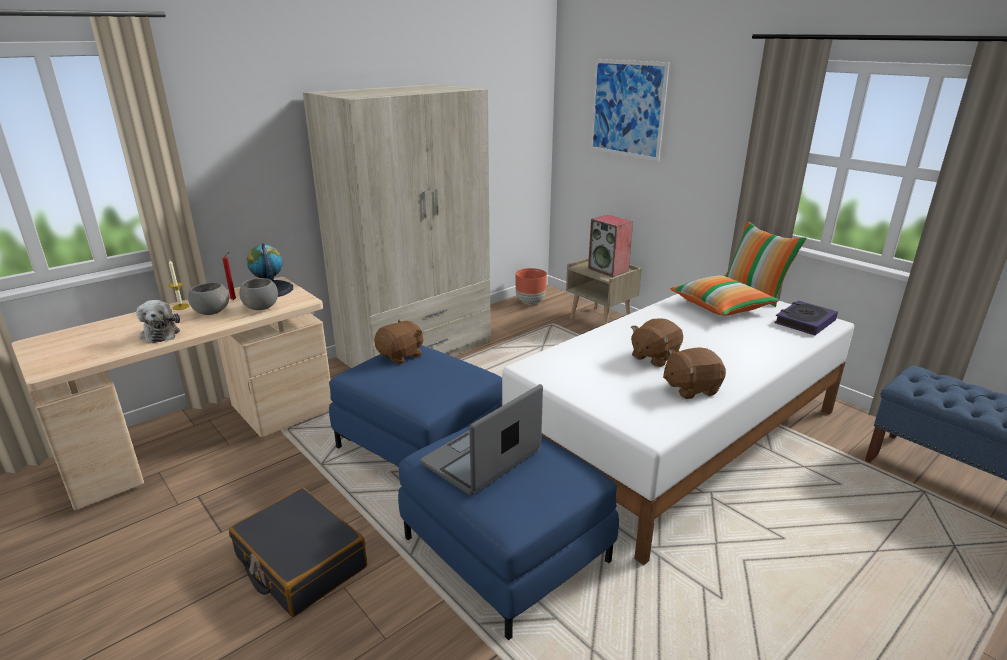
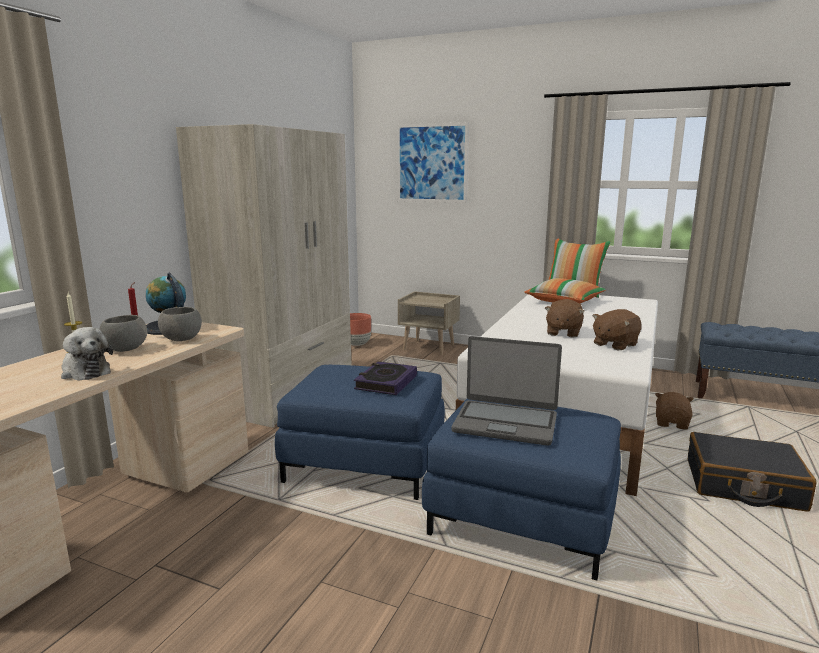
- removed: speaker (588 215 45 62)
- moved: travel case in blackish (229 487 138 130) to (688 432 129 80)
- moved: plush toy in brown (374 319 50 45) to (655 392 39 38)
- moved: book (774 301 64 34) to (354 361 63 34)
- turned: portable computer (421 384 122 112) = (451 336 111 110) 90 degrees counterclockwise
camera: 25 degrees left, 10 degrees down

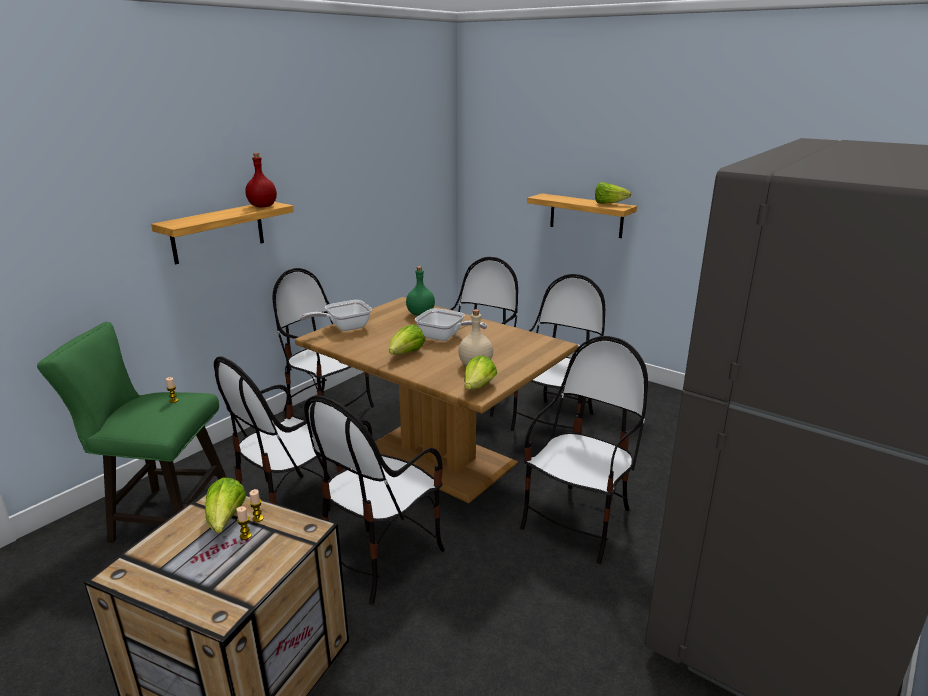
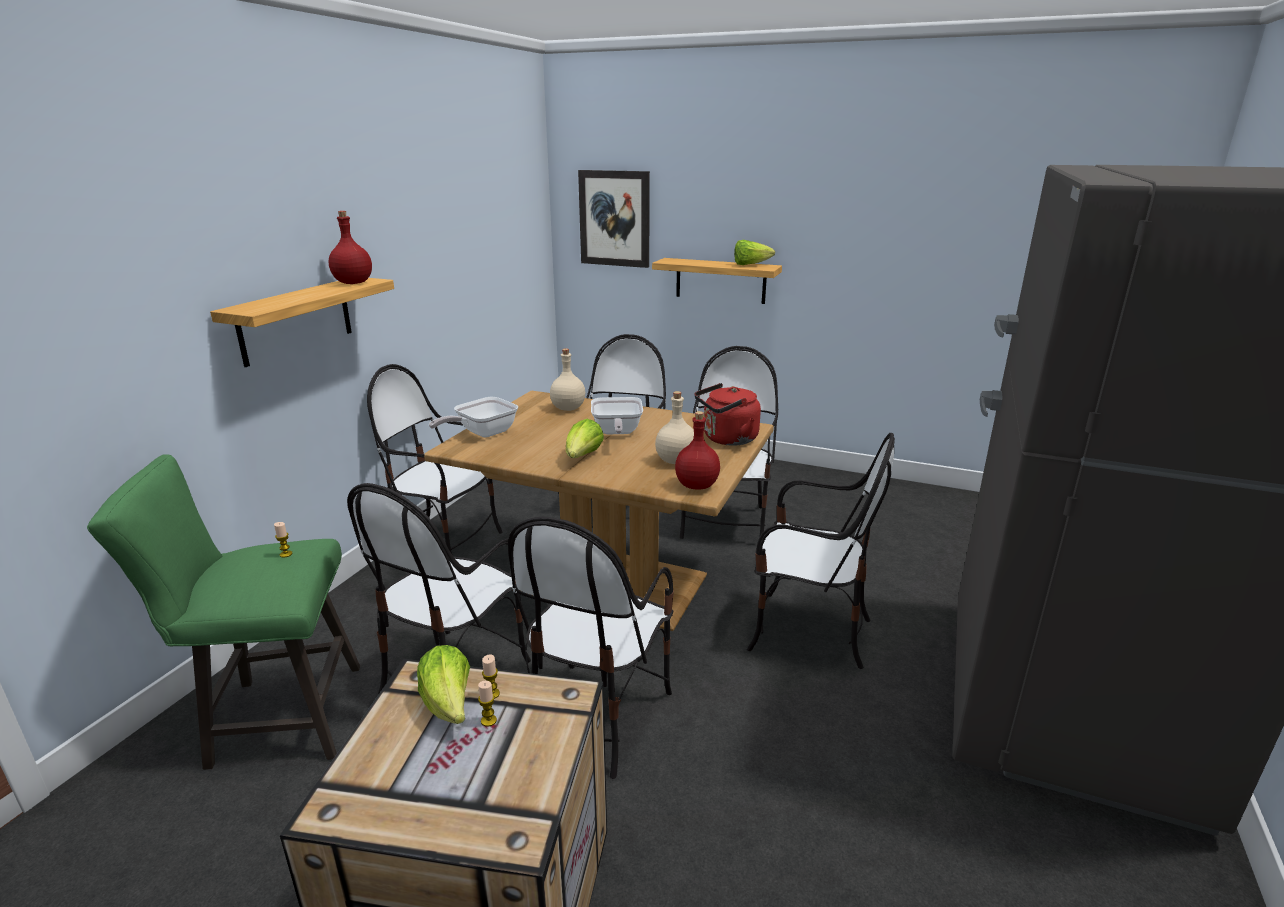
- added: picture (578 170 72 98)
- added: water kettle in red (694 383 67 63)
- replaced: head of lettuce (464 355 33 35) to drink bottle in red (675 411 45 78)
- recoloured: drink bottle in green (406 266 29 50) to drink bottle in sand-coloured (550 348 35 63)
- turned: frying pan (415 308 72 33) = (591 397 52 37) 75 degrees clockwise
- turned: chair (520 336 128 228) = (747 433 148 236) 90 degrees clockwise
camera: 15 degrees left, 0 degrees up

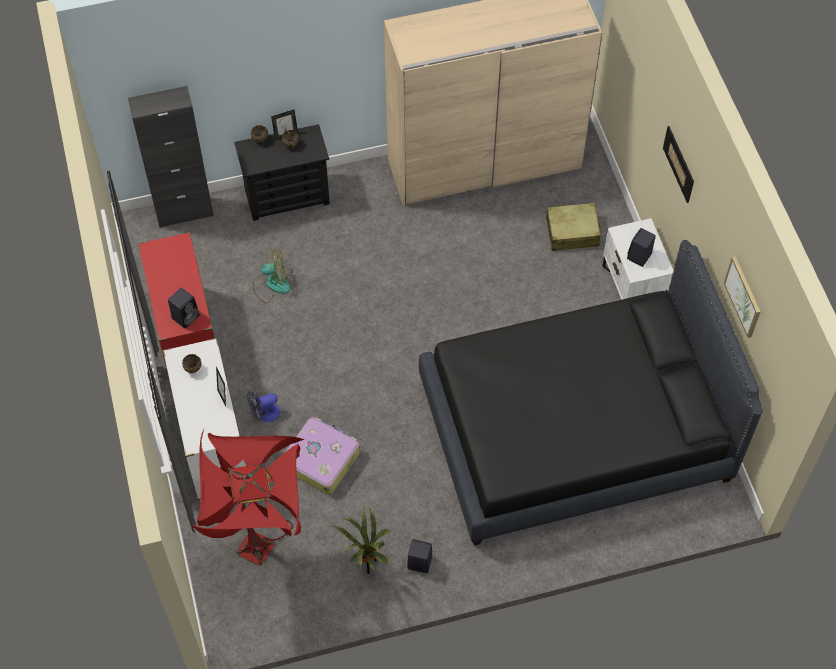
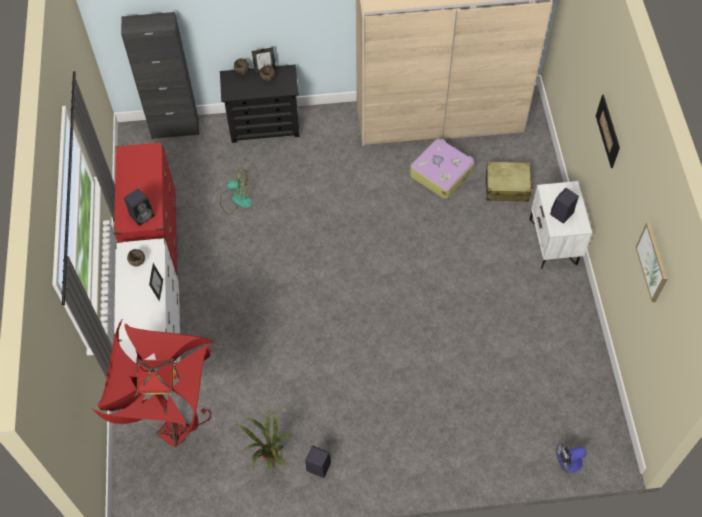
- removed: bed in blackish (419 240 344 305)
- moved: electric fan (247 391 33 31) to (556 443 30 30)
- moved: travel case (285 417 75 78) to (410 139 65 60)
camera: 10 degrees right, 0 degrees up

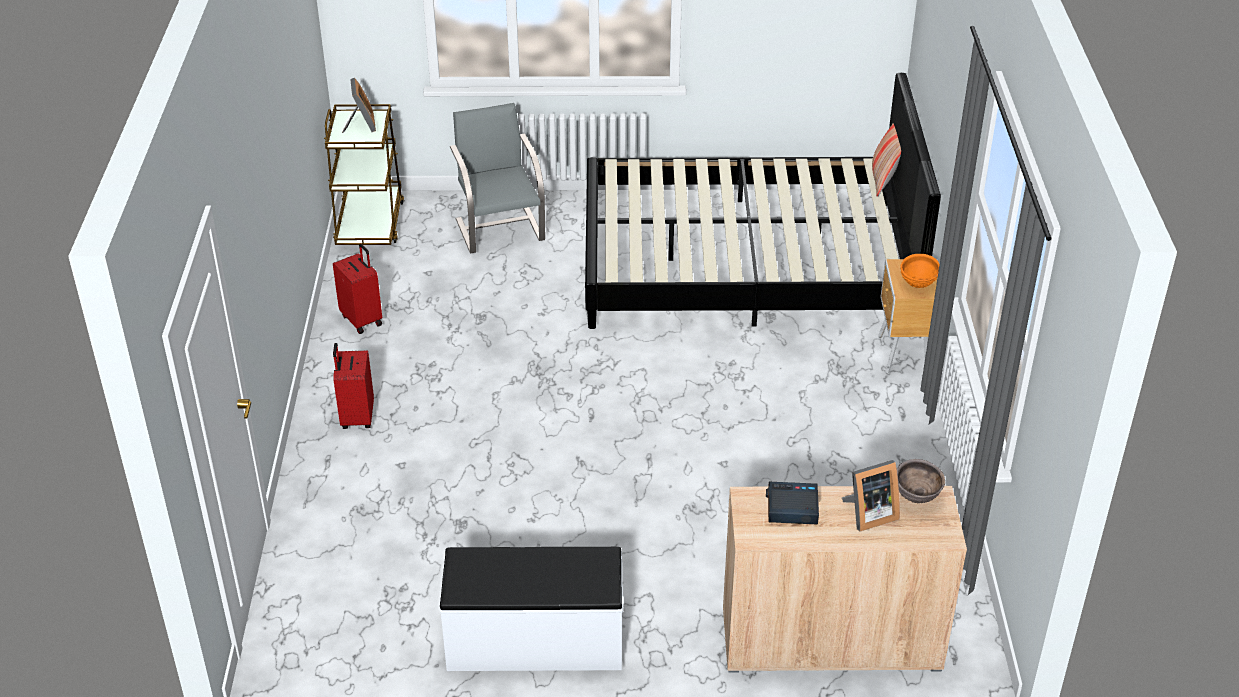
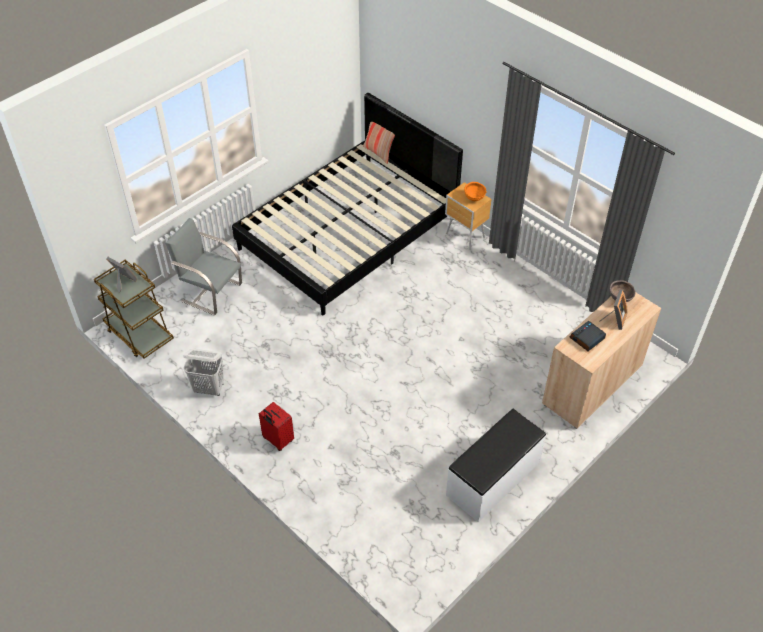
- replaced: travel case in red (333 244 49 90) to laundry basket in white-coloured (183 349 41 47)
camera: 45 degrees left, 10 degrees up

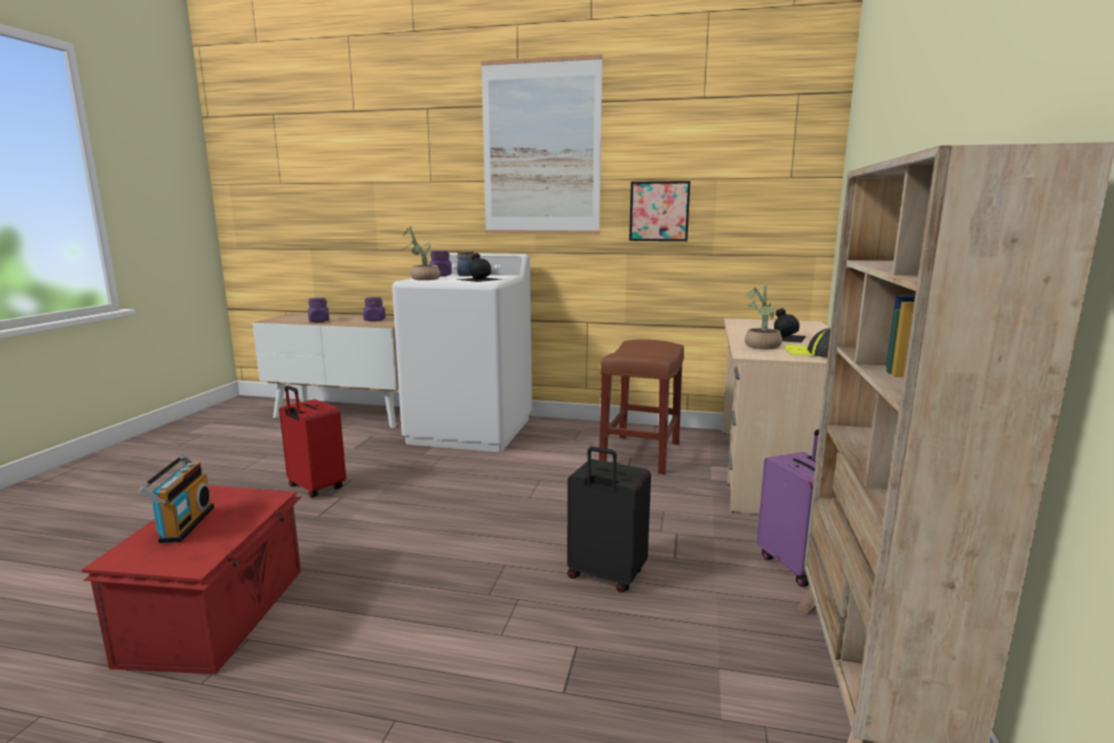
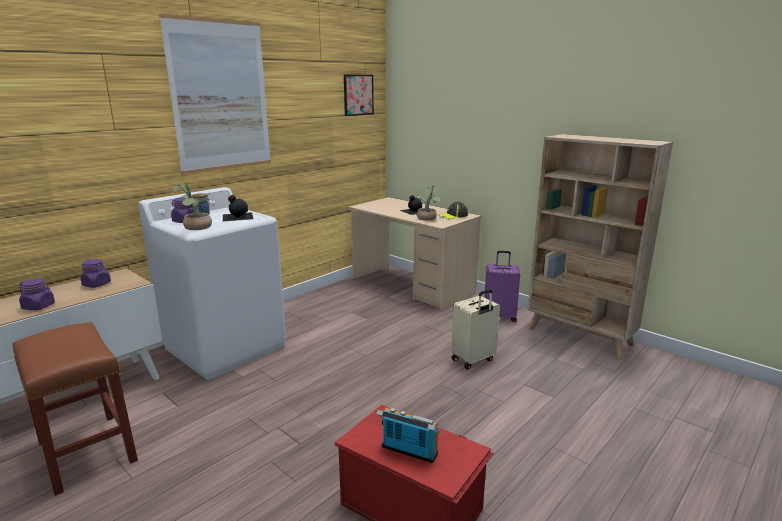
- removed: travel case in red (279 385 67 113)
- moved: stool in brown (599 339 85 135) to (13 322 125 174)
- moved: picture (629 181 61 60) to (344 74 30 42)
- recoloured: travel case in blackish (567 446 84 146) to travel case in sand-coloured (451 289 49 80)
camera: 60 degrees left, 5 degrees up

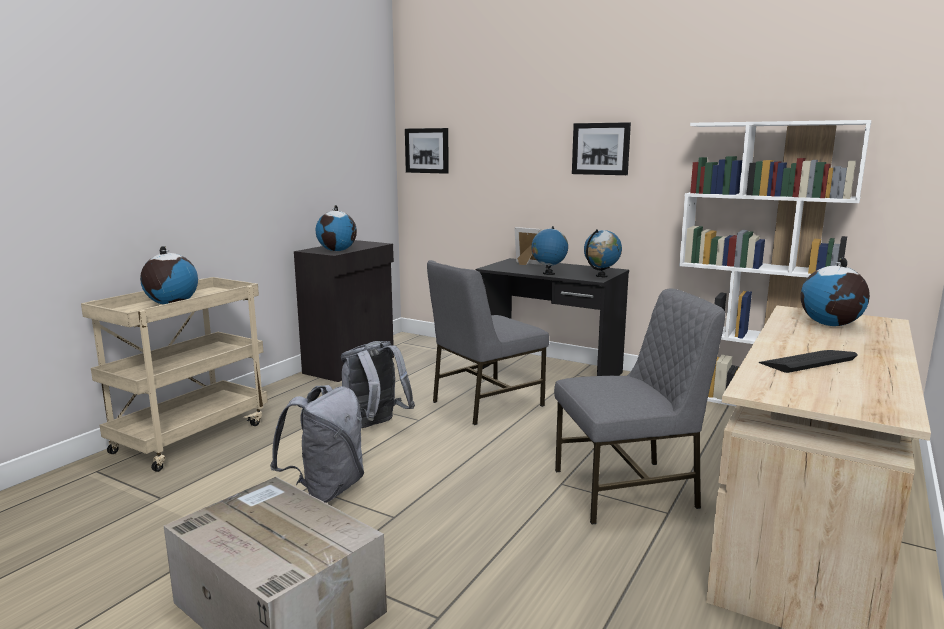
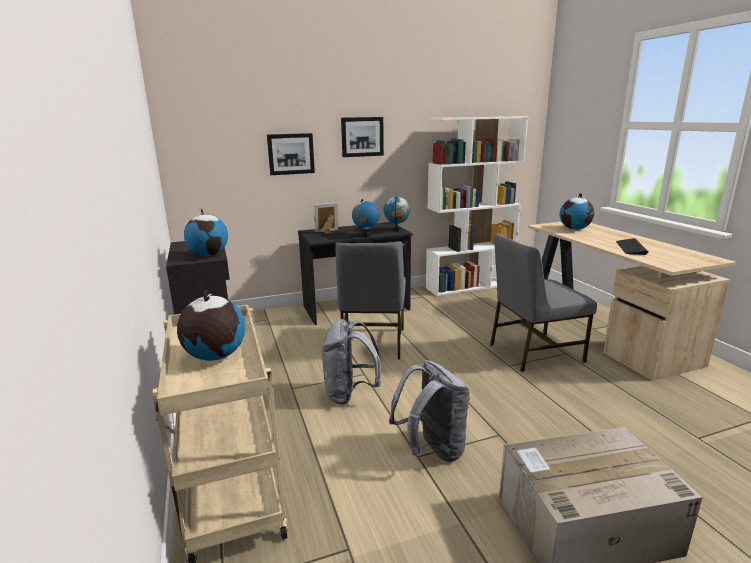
- moved: picture (405 128 44 46) to (267 133 48 42)
- turned: chair in grey (554 289 171 236) = (490 233 107 139) 135 degrees counterclockwise
camera: 50 degrees left, 5 degrees up

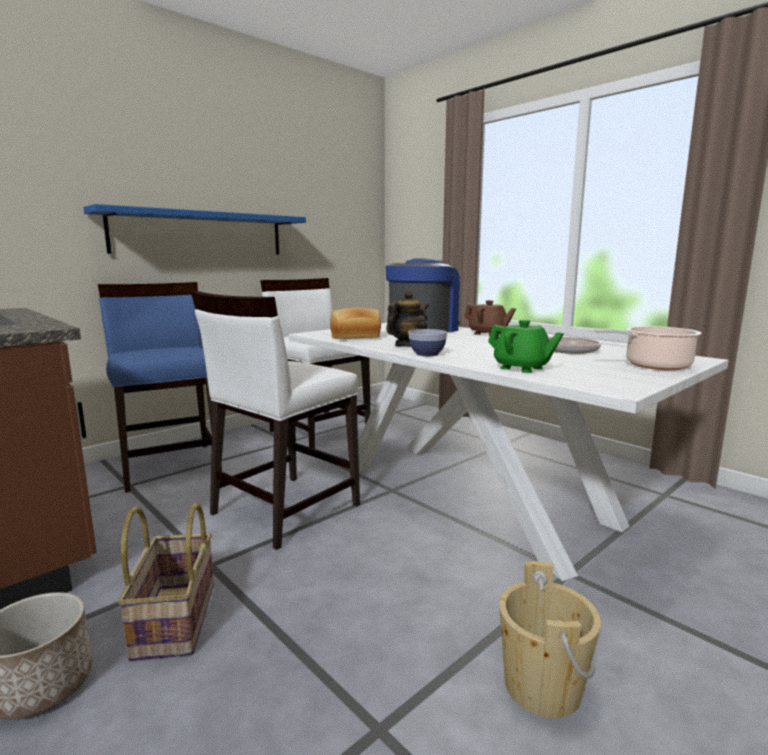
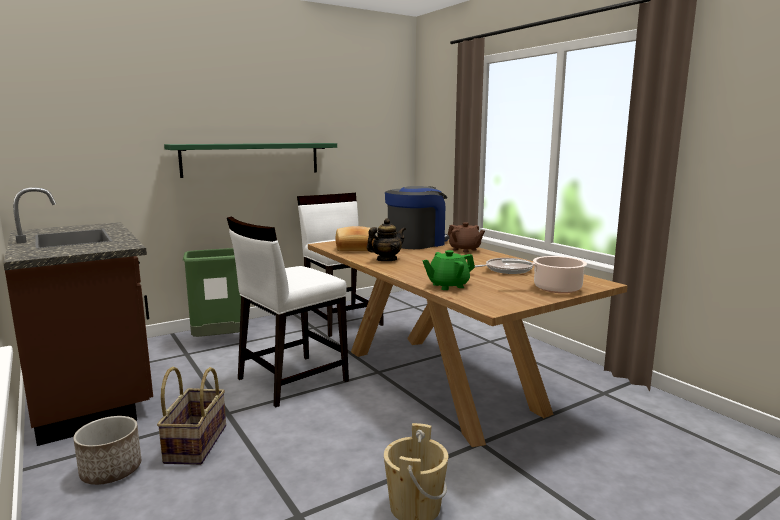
- removed: serving bowl (409 329 38 27)
- replaced: chair in blue (98 282 124 211) to waste bin in green (183 248 58 89)
- recoloured: shelf in blue (83 204 223 51) to shelf in green (164 143 173 35)
- recoloured: dining table in white-coloured (289 323 440 258) to dining table in brown (308 236 319 211)
- turned: teapot in green (488 320 76 53) = (422 250 53 40) 105 degrees clockwise
camera: 10 degrees right, 0 degrees up

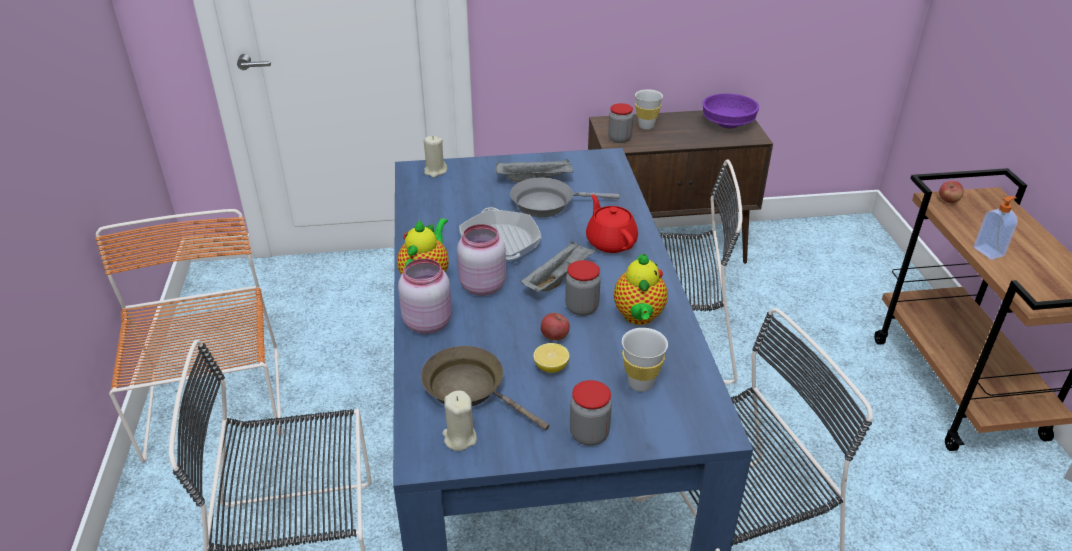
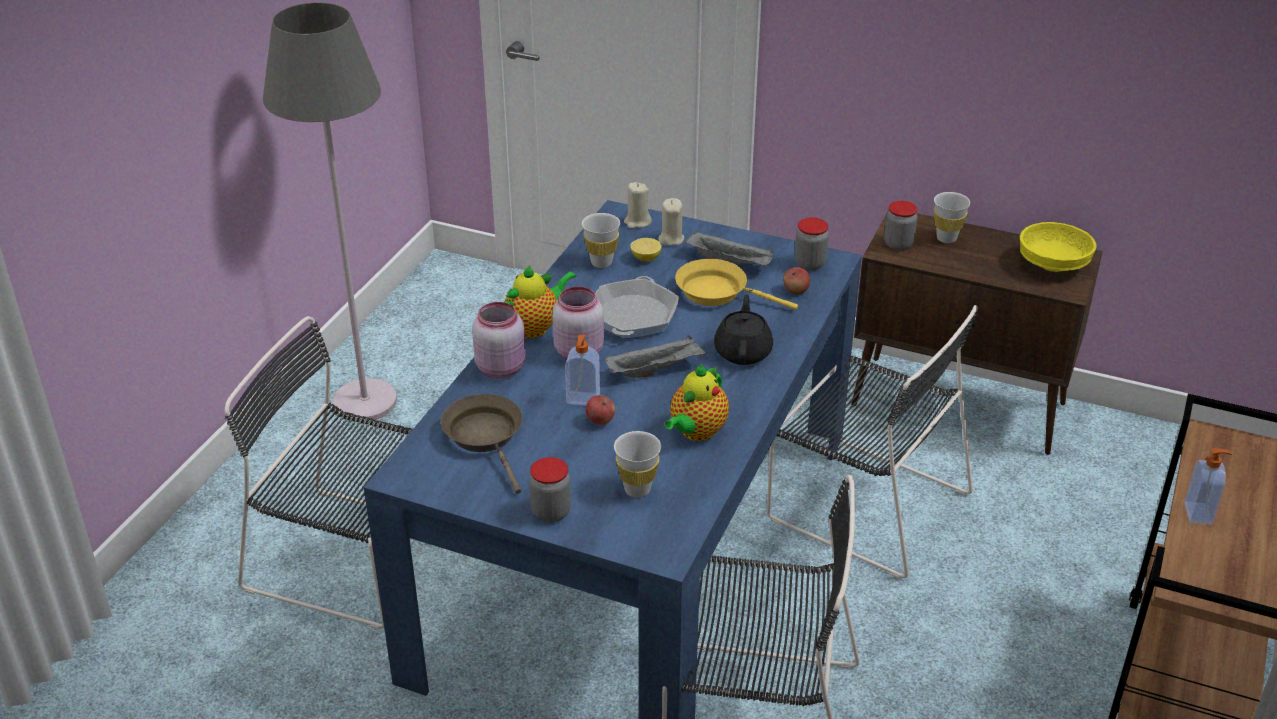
- added: soap dispenser (565 334 35 72)
- added: drinking cup in white-coloured (582 213 38 55)
- moved: wax candle in sand-coloured (442 391 35 60) to (658 198 26 48)
- moved: whole lemon (533 343 37 30) to (630 238 32 23)
- moved: jar (565 260 36 56) to (794 217 35 54)
- moved: whole apple (939 181 25 22) to (783 267 27 27)
- replaced: chair in orange (95 209 188 254) to floor lamp in grey (263 3 134 419)
- recoloured: frying pan in grey (510 177 109 40) to frying pan in yellow (675 259 123 51)
- recoloured: teapot in red (586 194 52 59) to teapot in blackish (714 294 59 71)
- recoloured: serving bowl in purple-coloured (702 93 57 35) to serving bowl in yellow (1020 222 77 50)
camera: 30 degrees right, 0 degrees up

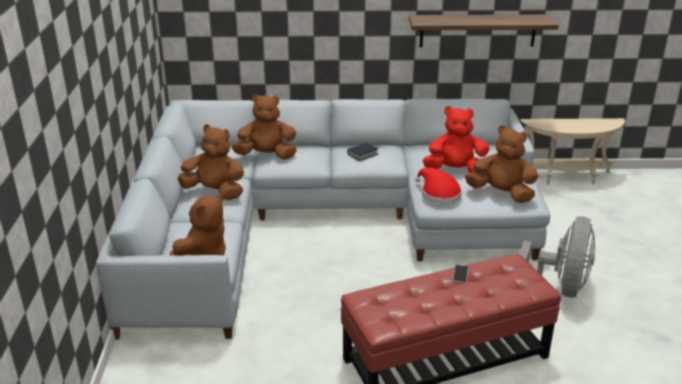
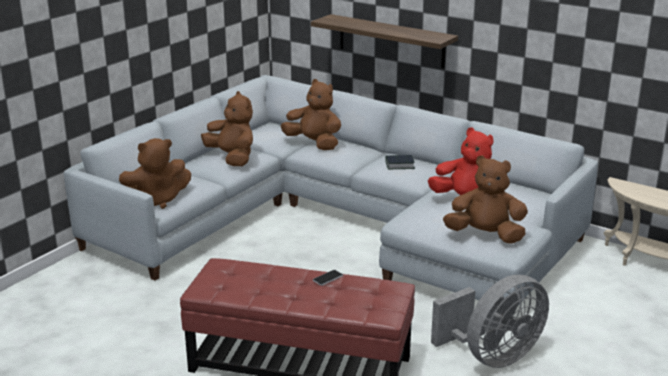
- removed: wearable hat in red (415 167 47 37)
- moved: shelf (409 14 150 33) to (311 14 147 54)
- turned: plush toy in brown (465 125 73 78) = (443 155 85 89) 45 degrees counterclockwise
camera: 35 degrees right, 5 degrees down

